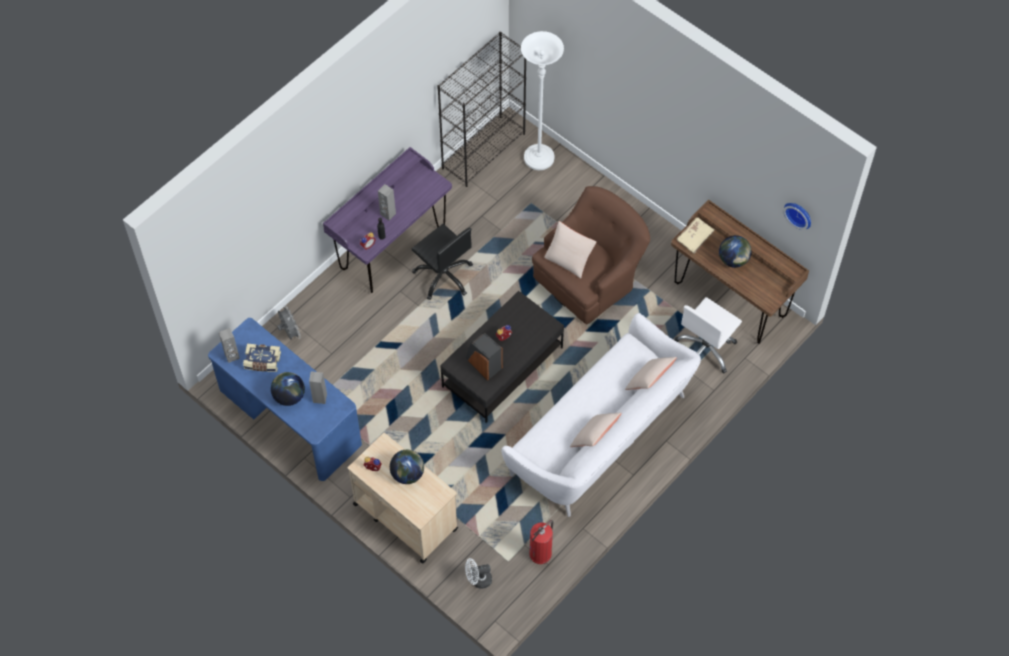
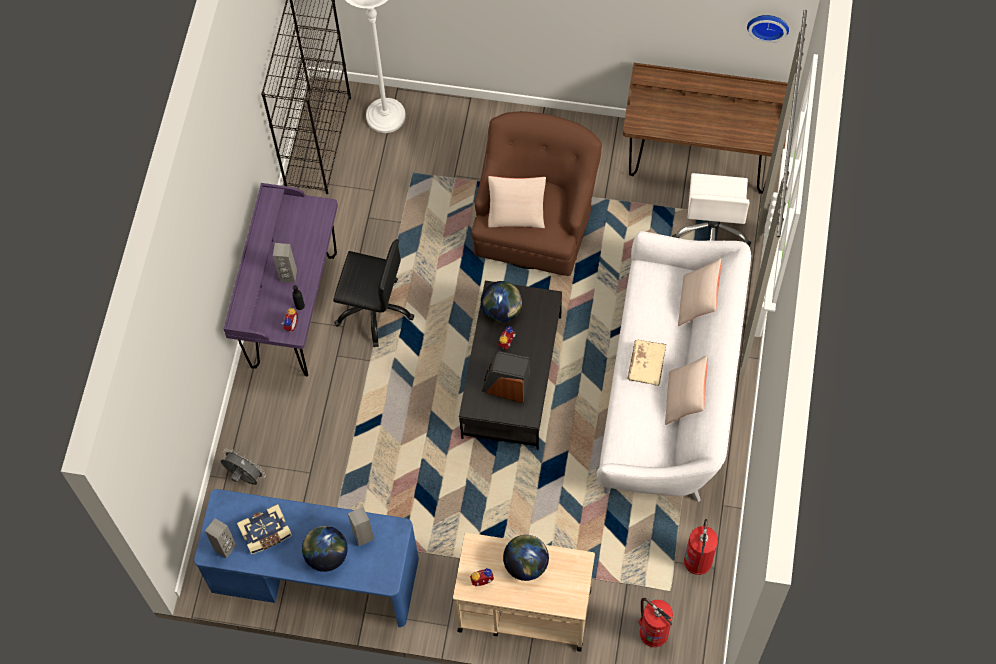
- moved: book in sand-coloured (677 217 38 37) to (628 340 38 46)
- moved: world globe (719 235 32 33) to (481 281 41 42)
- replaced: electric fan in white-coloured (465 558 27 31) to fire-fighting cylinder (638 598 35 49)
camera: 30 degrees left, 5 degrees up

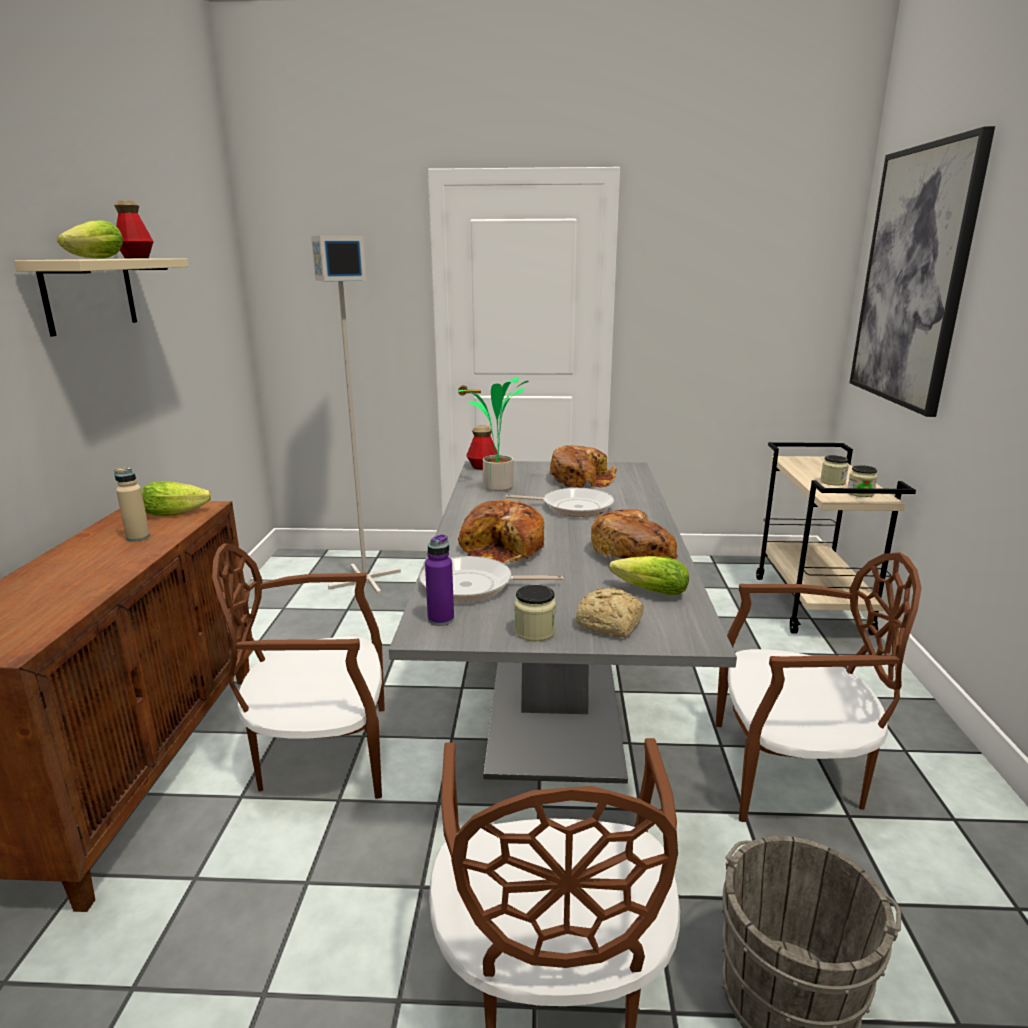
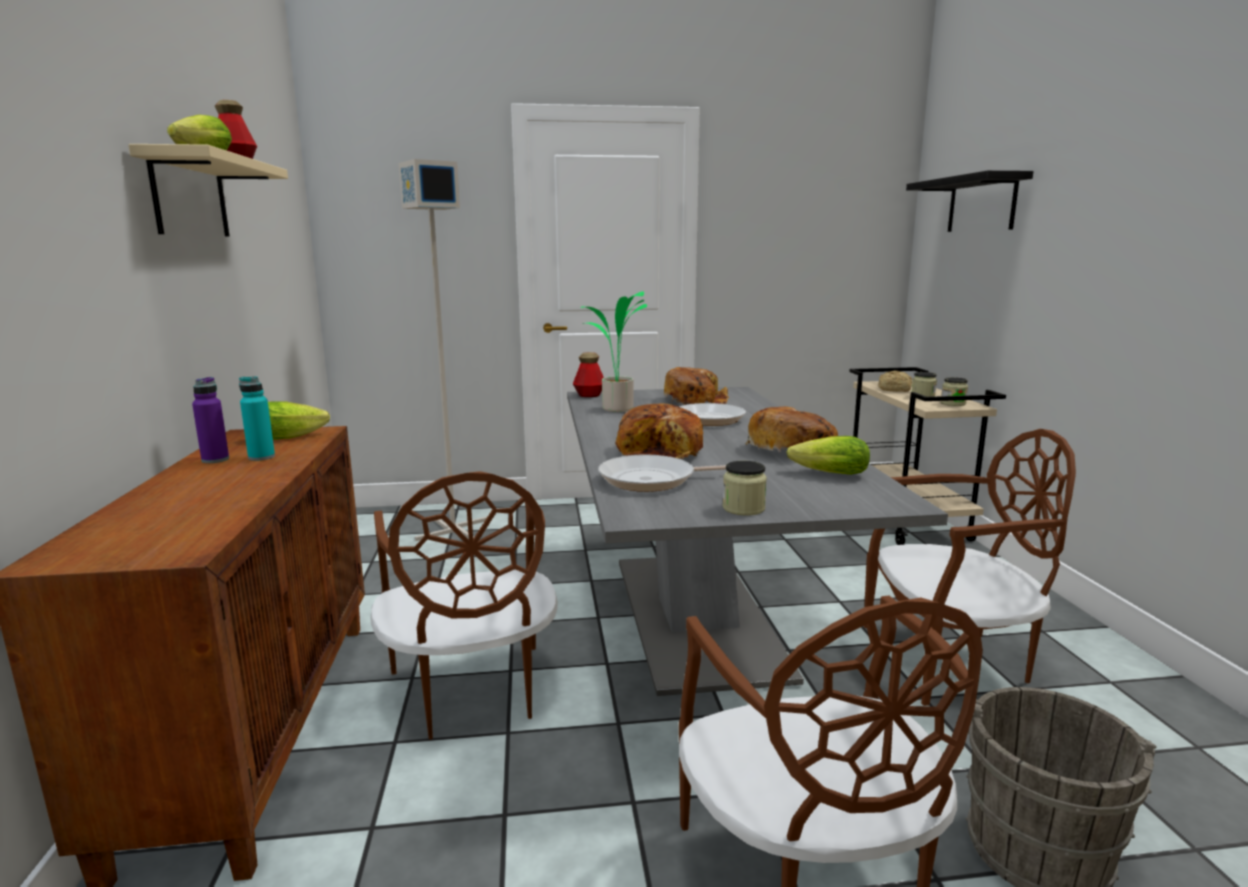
- moved: drink bottle in purple-coloured (425 534 29 92) to (192 377 37 86)
- moved: bakery bread (576 587 67 50) to (878 371 34 21)
- replaced: picture (850 126 145 291) to shelf in blackish (906 170 128 62)
- recoloured: drink bottle in sand-coloured (114 467 36 75) to drink bottle in turquoise-coloured (239 376 36 85)
- turned: chair in brown (212 543 173 256) = (370 471 188 268) 90 degrees counterclockwise
camera: 10 degrees left, 5 degrees down

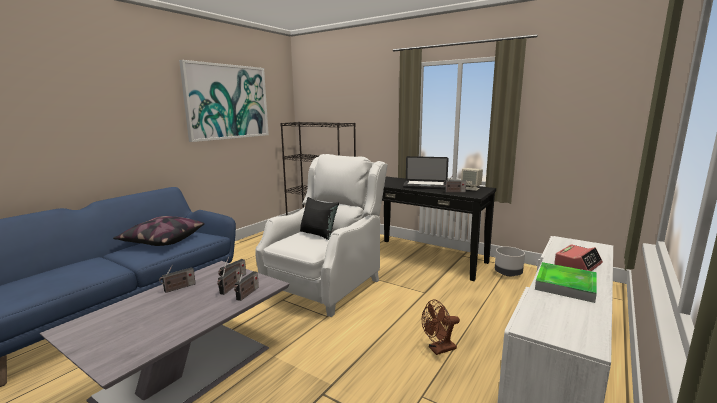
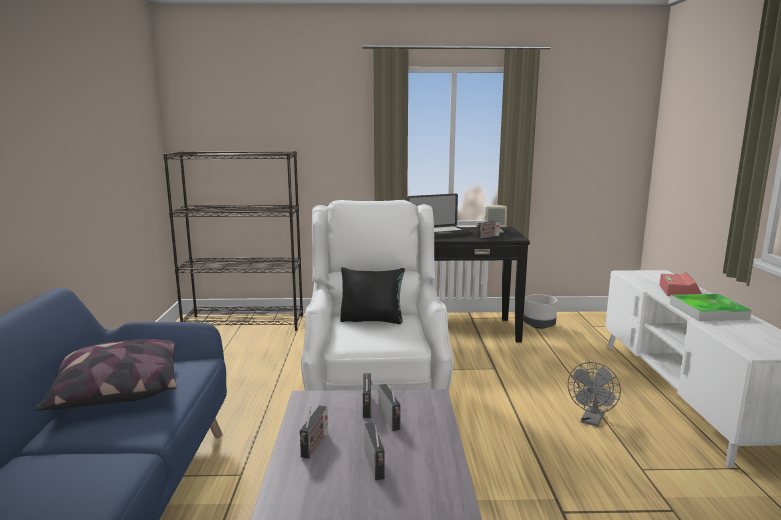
- removed: picture (179 60 90 82)
- moved: radio (234 270 25 31) to (364 422 21 58)
- recoloured: electric fan in brown (422 299 38 56) to electric fan in grey (568 362 53 65)
camera: 35 degrees left, 0 degrees up

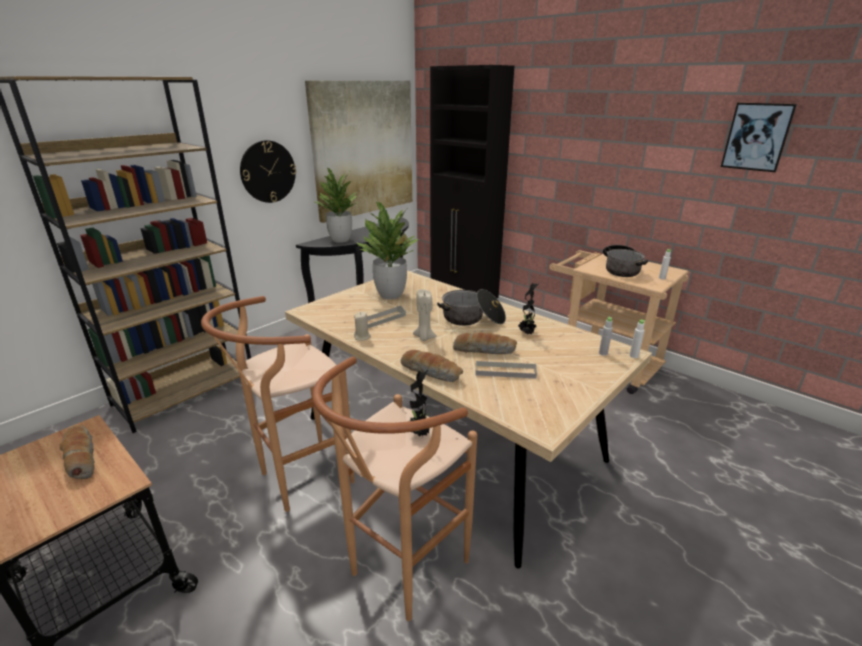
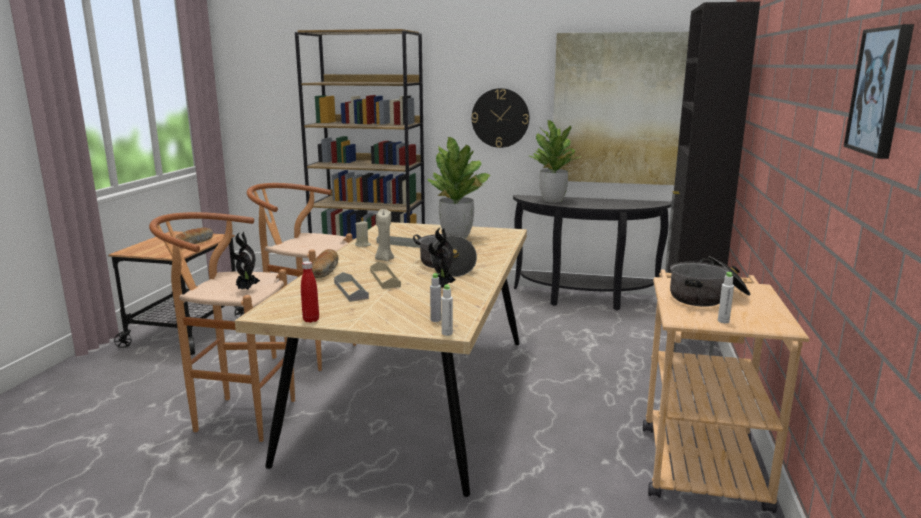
- added: drink bottle in red (301 261 18 62)
- replaced: bakery bread (453 332 64 22) to carrying tray in sand-coloured (370 262 31 27)
camera: 60 degrees right, 10 degrees down

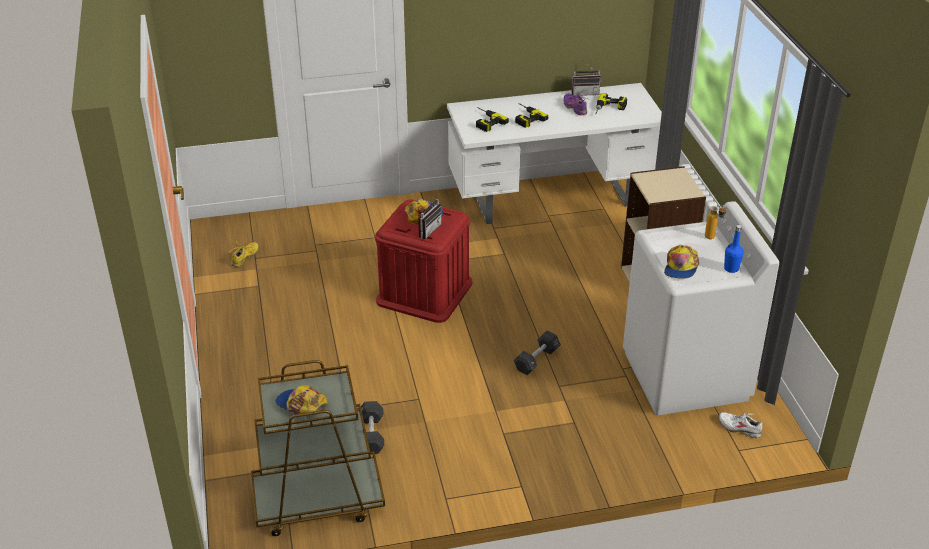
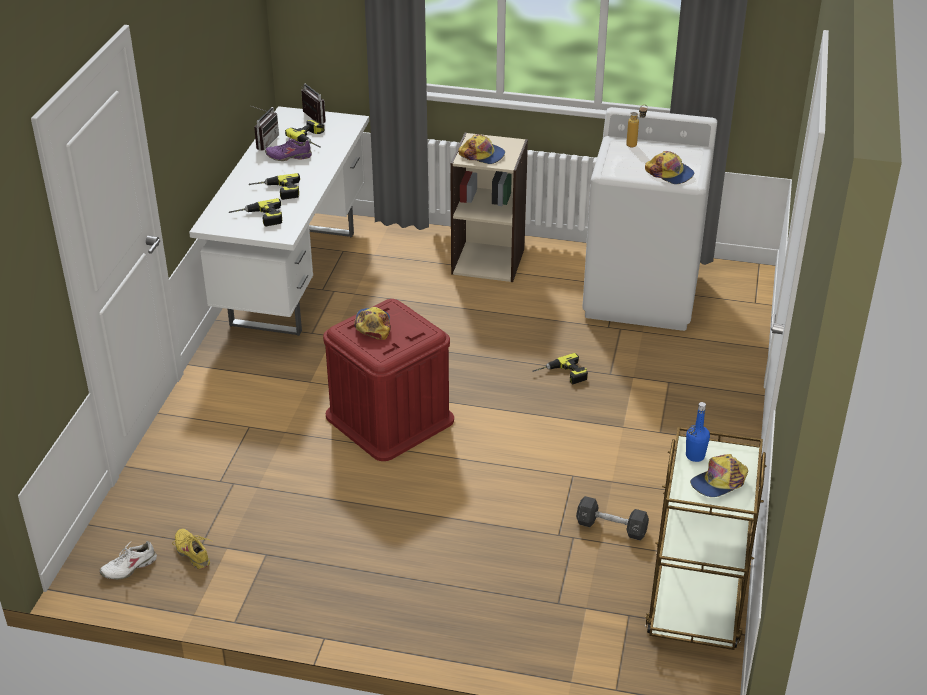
- added: cap (458 134 47 30)
- moved: radio (418 198 24 41) to (301 83 25 41)
- moved: low shoe in white-coloured (718 412 44 26) to (100 541 57 39)
- moved: drink bottle in blue (724 225 20 48) to (686 402 24 60)
- replaced: dumbbell in blackish (513 331 48 44) to electric drill (532 353 56 31)
camera: 65 degrees left, 0 degrees up

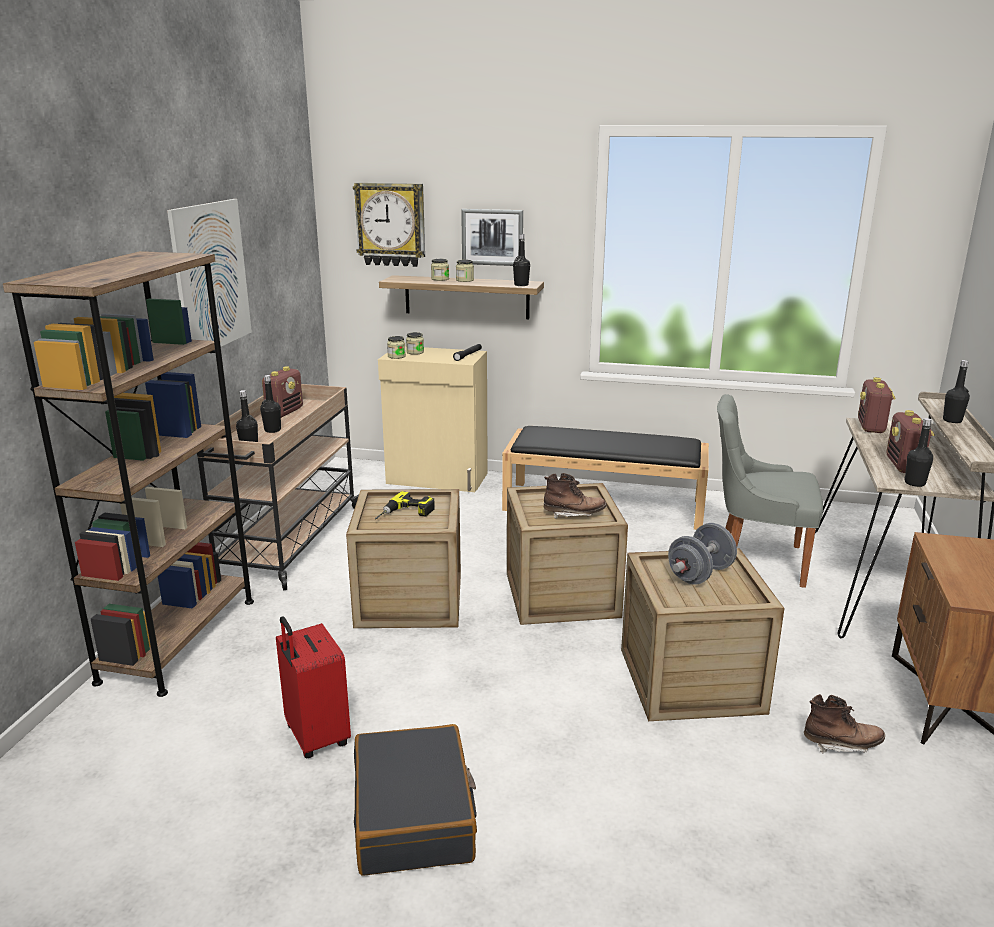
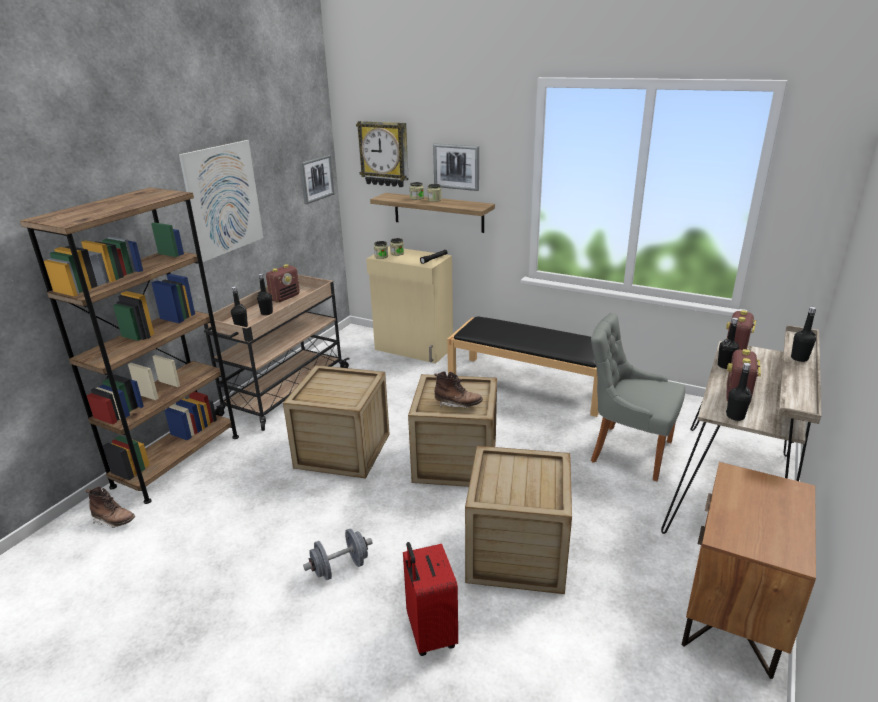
- removed: travel case in blackish (354 724 123 152)
- removed: electric drill (375 491 60 28)
- added: picture (300 155 34 49)
- moved: travel case in red (276 616 75 142) to (403 542 55 114)
- moved: drink bottle in blackish (513 234 17 52) to (718 318 21 51)
- moved: dumbbell in grey (668 523 69 62) to (303 528 70 52)
- moved: tall boot in brown (804 694 81 60) to (86 487 49 41)
camera: 15 degrees right, 5 degrees up

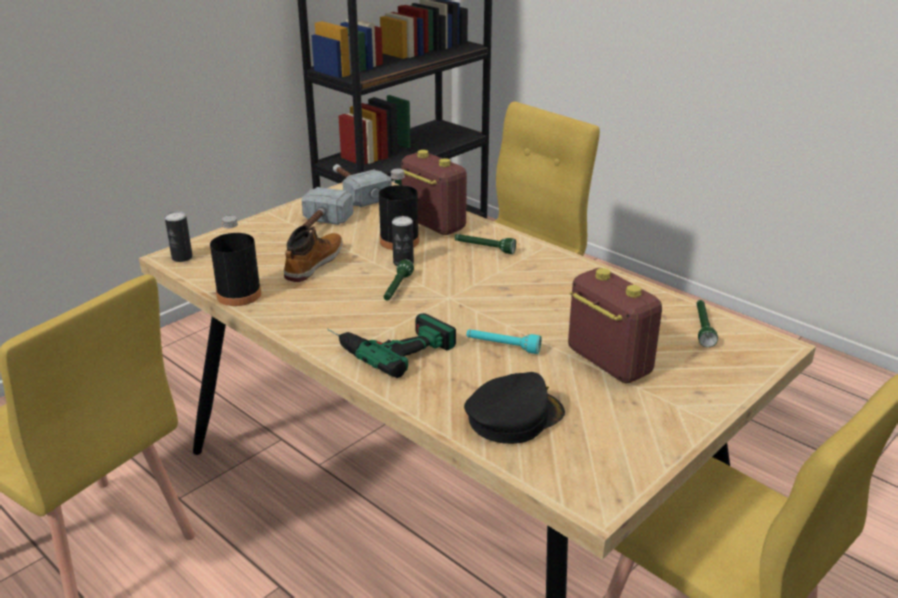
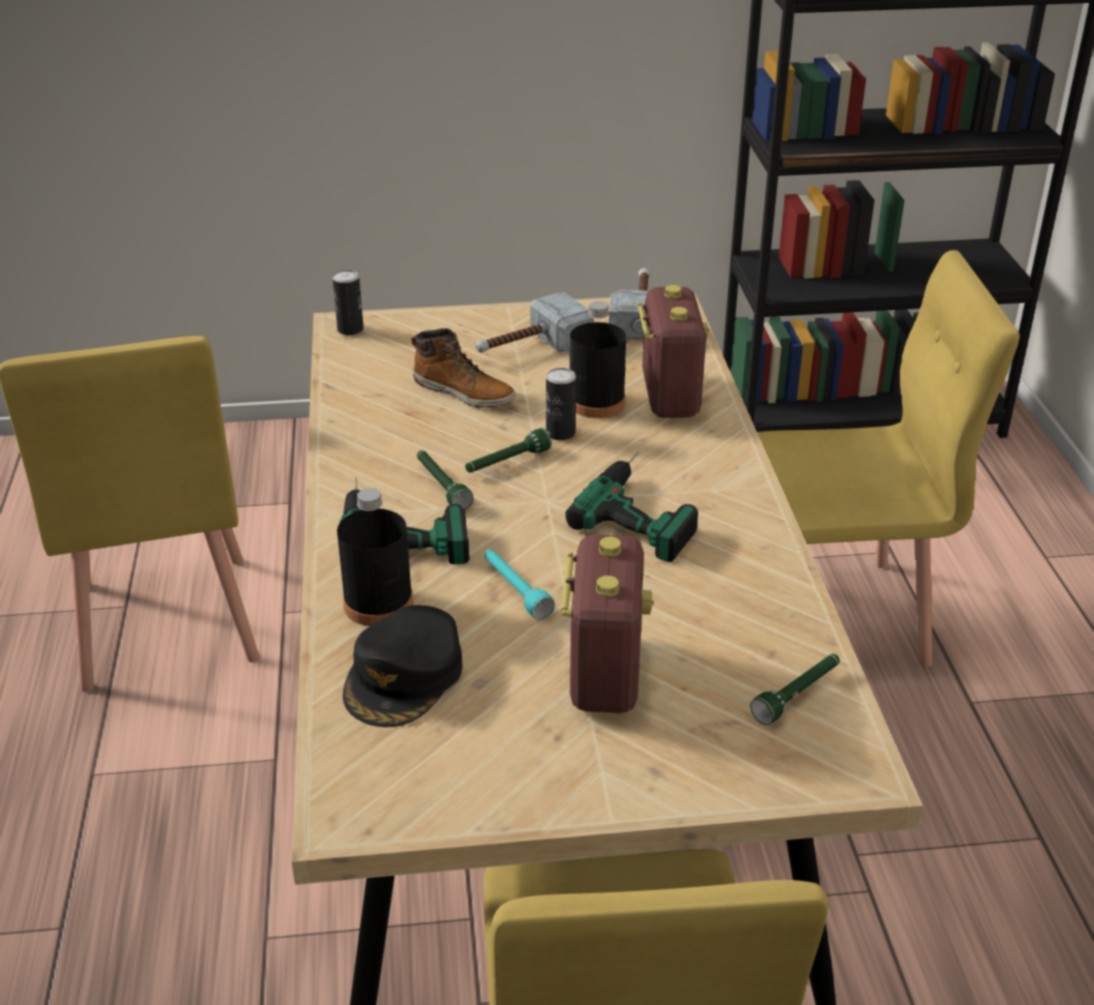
- added: electric drill (566 452 132 110)
- moved: drink bottle in blackish (210 216 51 90) to (337 488 76 138)
- moved: torch in green (455 234 61 20) to (417 450 57 60)
- turned: tall boot (284 225 59 57) = (411 328 105 80) 60 degrees clockwise
- turned: cap in blackish (464 372 101 72) = (343 605 119 122) 105 degrees clockwise
camera: 40 degrees right, 5 degrees up

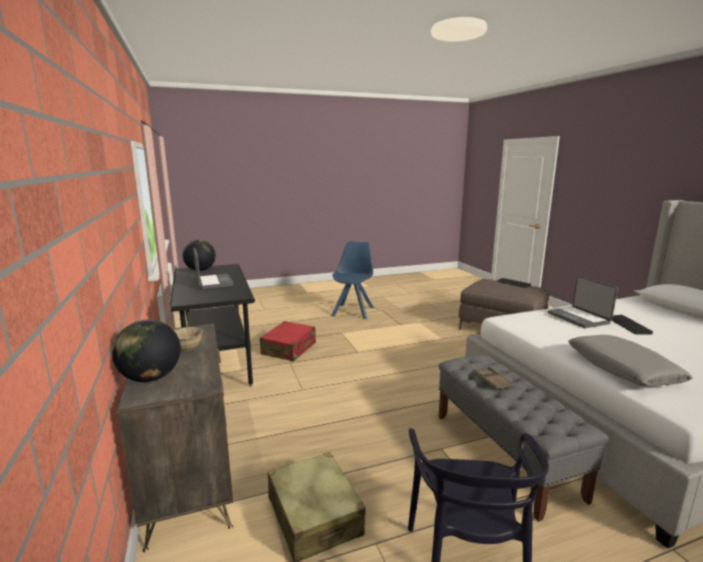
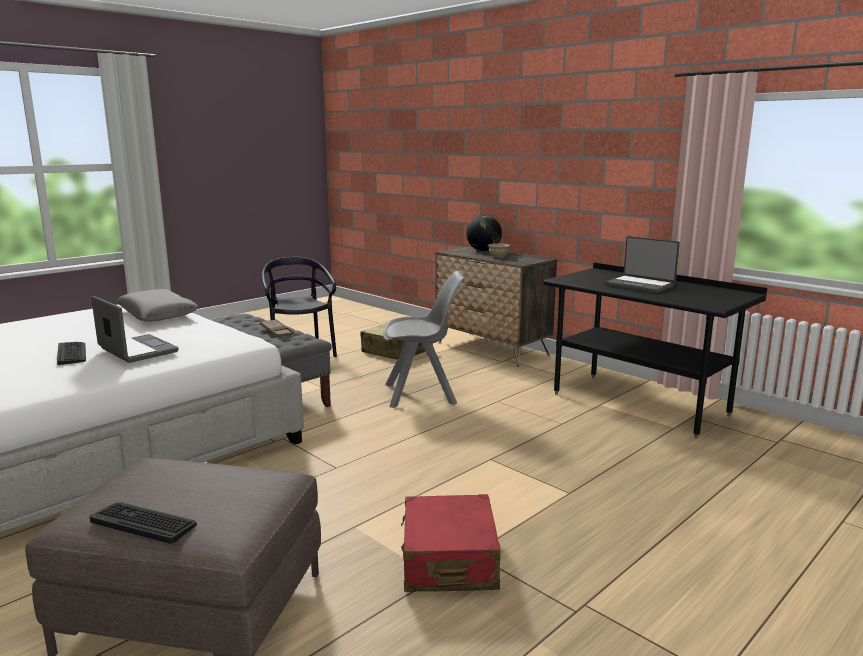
- removed: world globe (182 240 34 31)
- removed: chair in blue (331 241 43 78)
- added: chair in grey (383 271 83 137)
- moved: travel case in red (260 321 56 41) to (401 494 100 98)
camera: 155 degrees right, 0 degrees up

